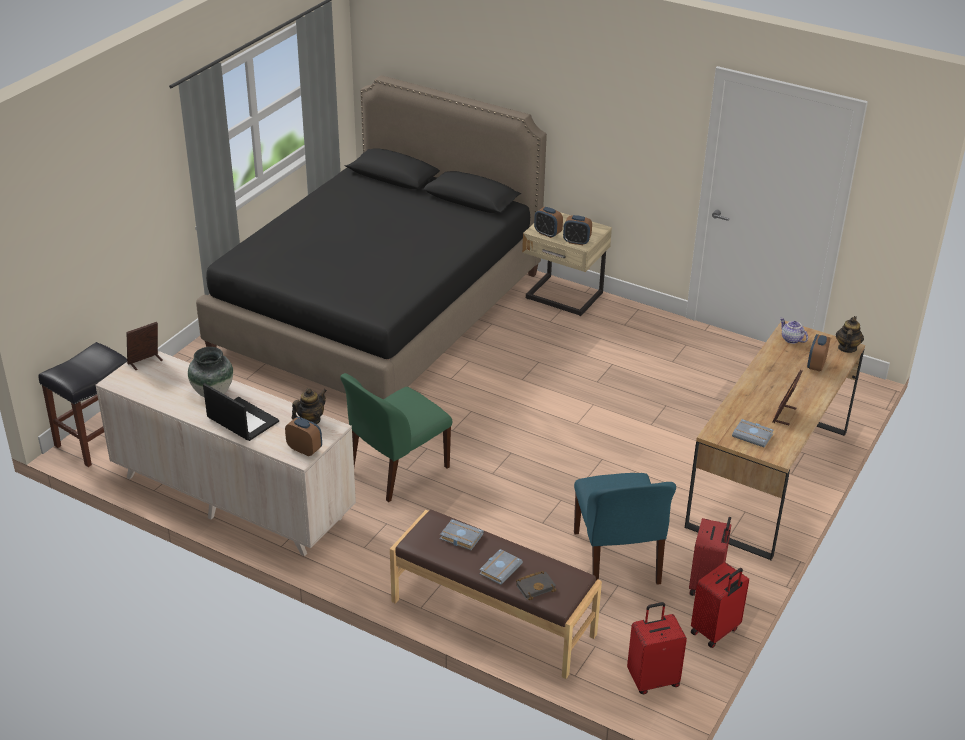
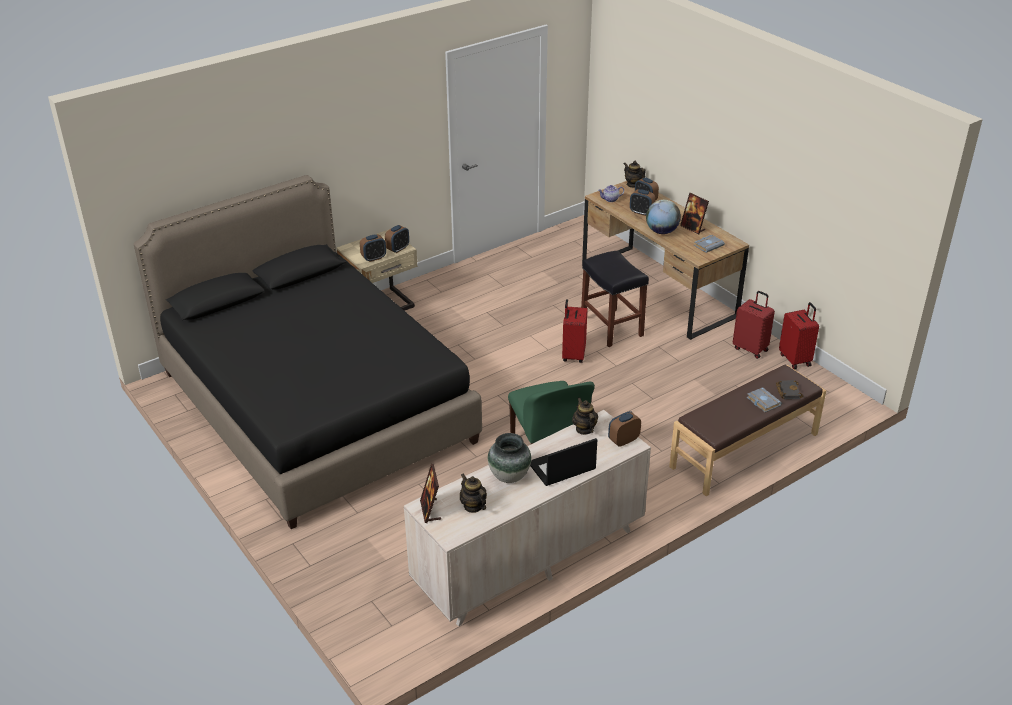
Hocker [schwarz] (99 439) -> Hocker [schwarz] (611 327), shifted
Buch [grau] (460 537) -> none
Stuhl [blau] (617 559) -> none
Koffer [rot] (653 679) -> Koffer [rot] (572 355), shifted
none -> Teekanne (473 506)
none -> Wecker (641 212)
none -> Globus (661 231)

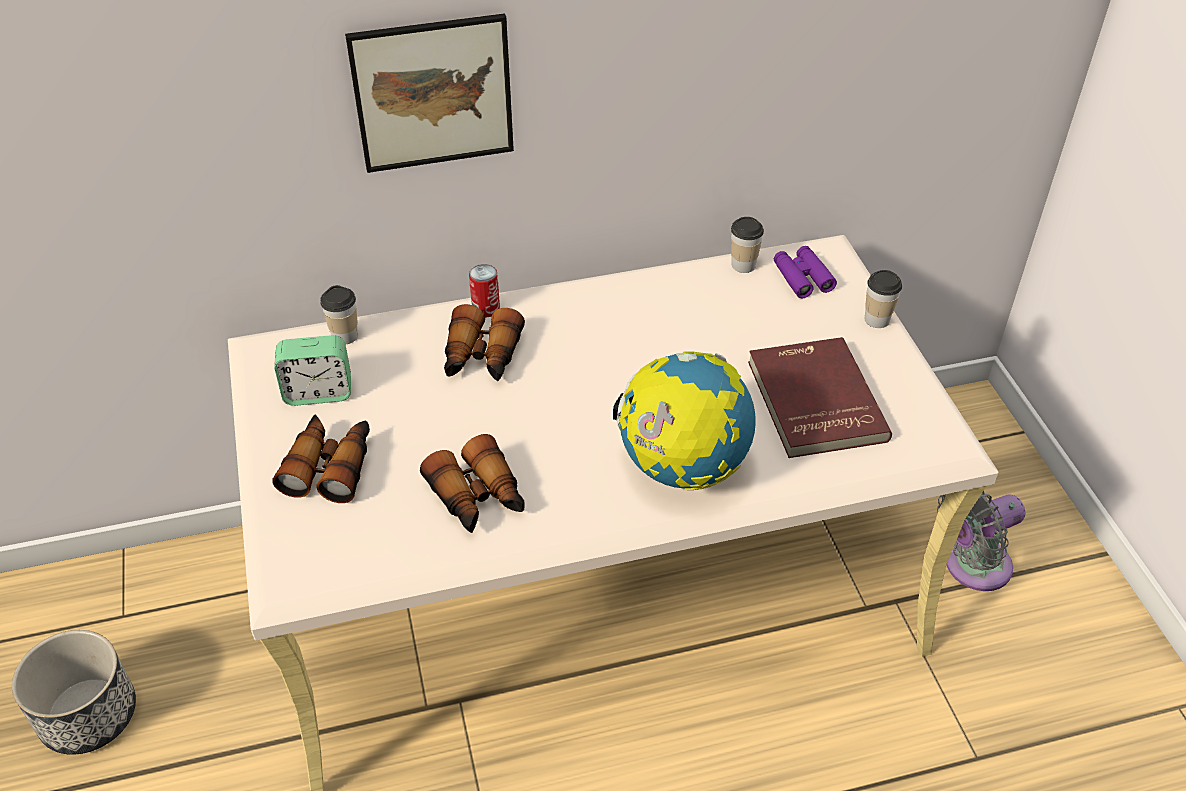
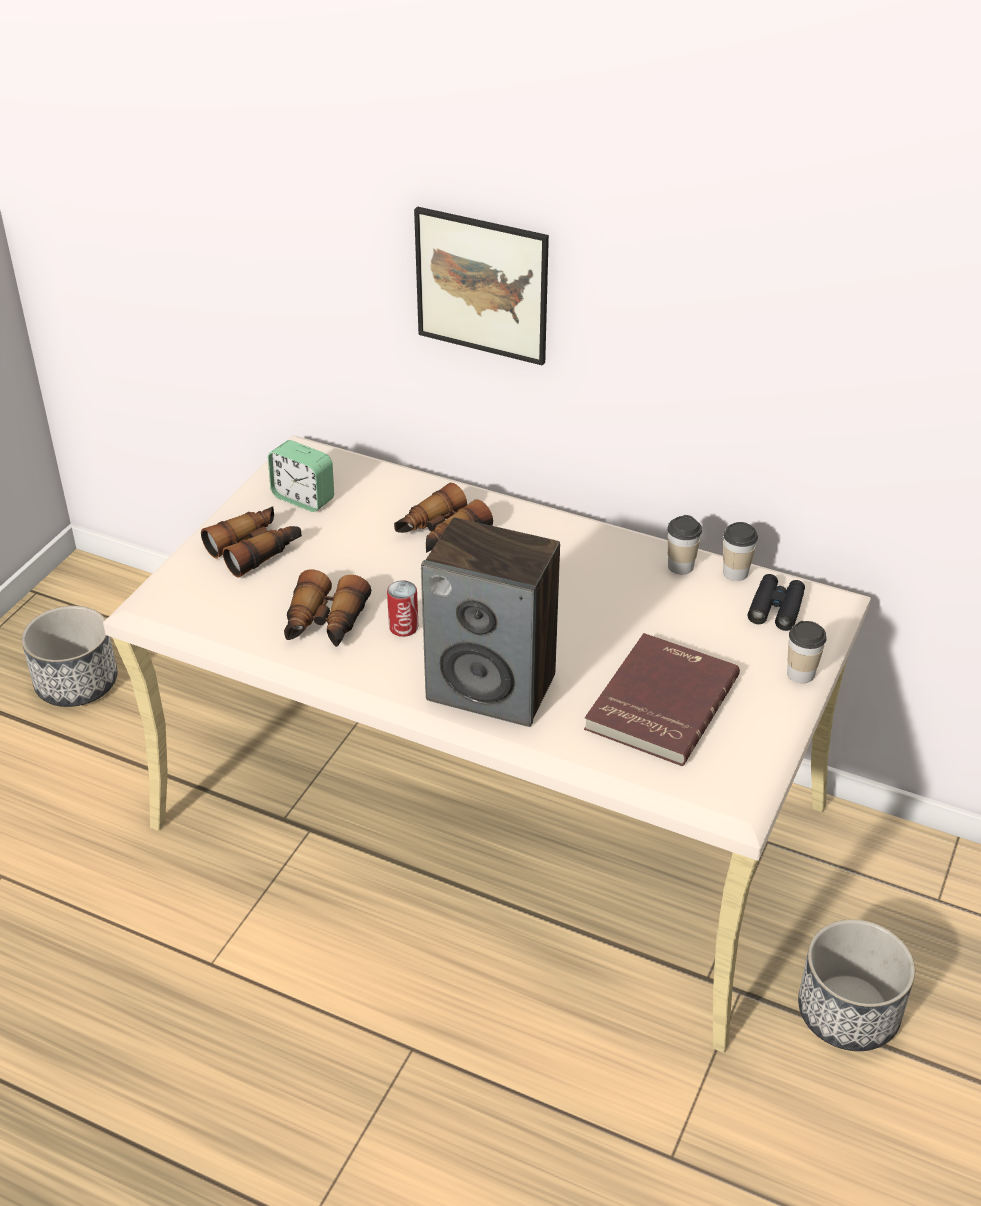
Tasse (344 336) -> Tasse (680 566), shifted
Dose (486 308) -> Dose (403 627), shifted
Globus (682 467) -> Lautsprecher (493 687)
Fernglas [lila] (802 277) -> Fernglas [schwarz] (776 608)
Ventilator [grau] (971 567) -> Pflanzkübel (849 1012)

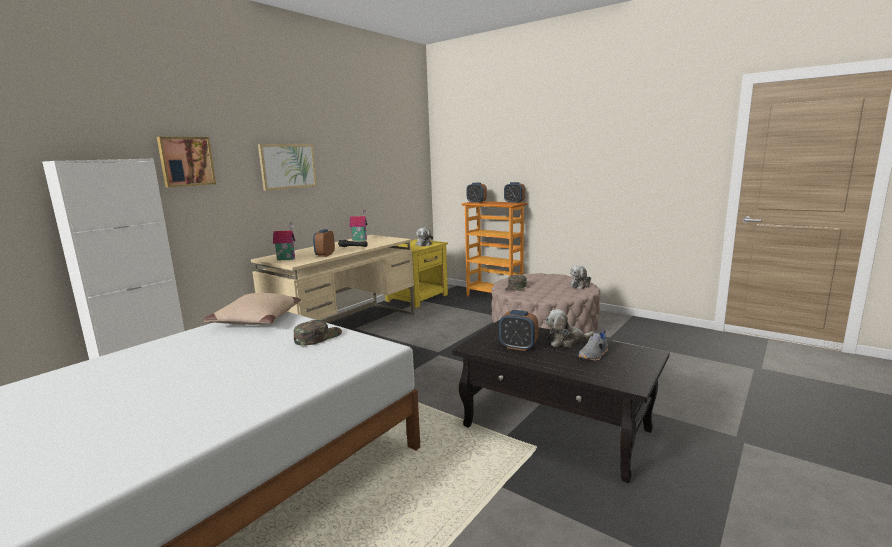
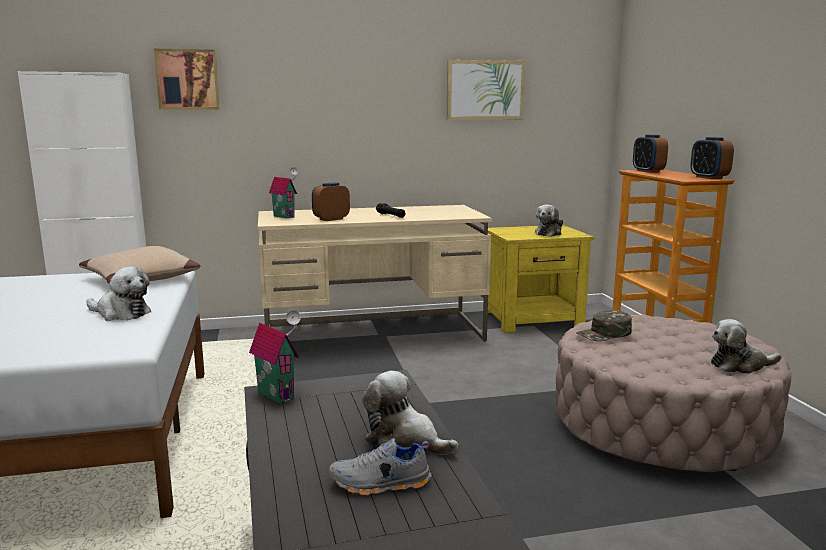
Bild (287 166) -> Bild (485 90), shifted
Kappe [grün] (318 337) -> Plüschtier (121 313)
Spielzeughaus (360 240) -> Spielzeughaus (278 394), shifted
Wecker (518 347) -> none

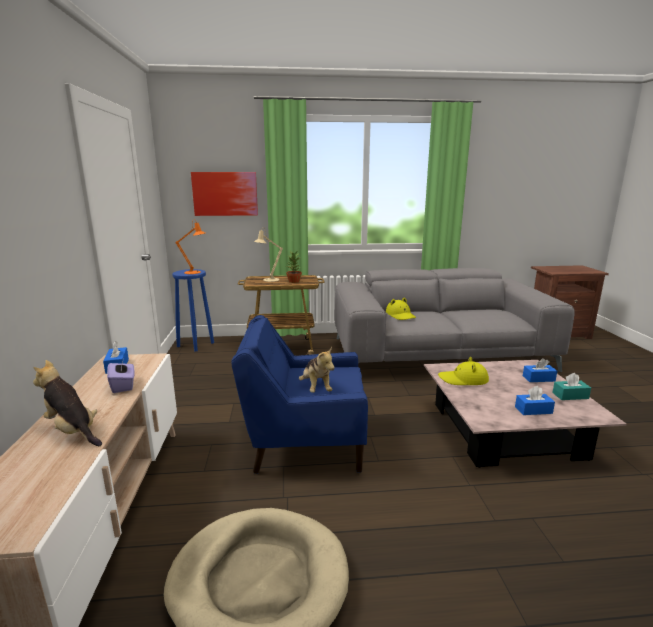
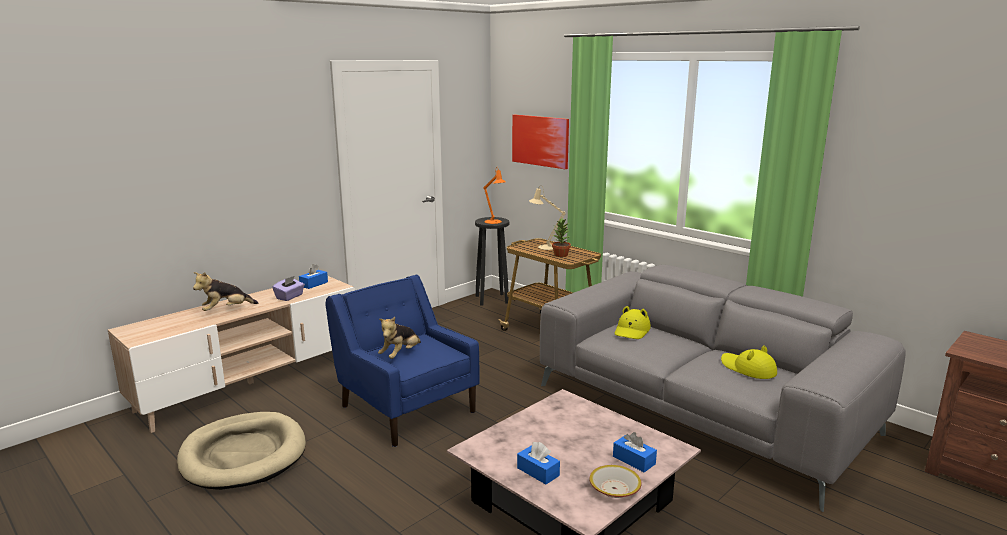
Plüschtier (73 430) -> Plüschtier (226 310), 120 degrees counterclockwise
Hocker [blau] (196 344) -> Hocker [schwarz] (492 299)
Hut [gelb] (463 379) -> Hut [gelb] (748 369), shifted
Taschentuchbox [türkis] (570 396) -> Schüssel (614 489)

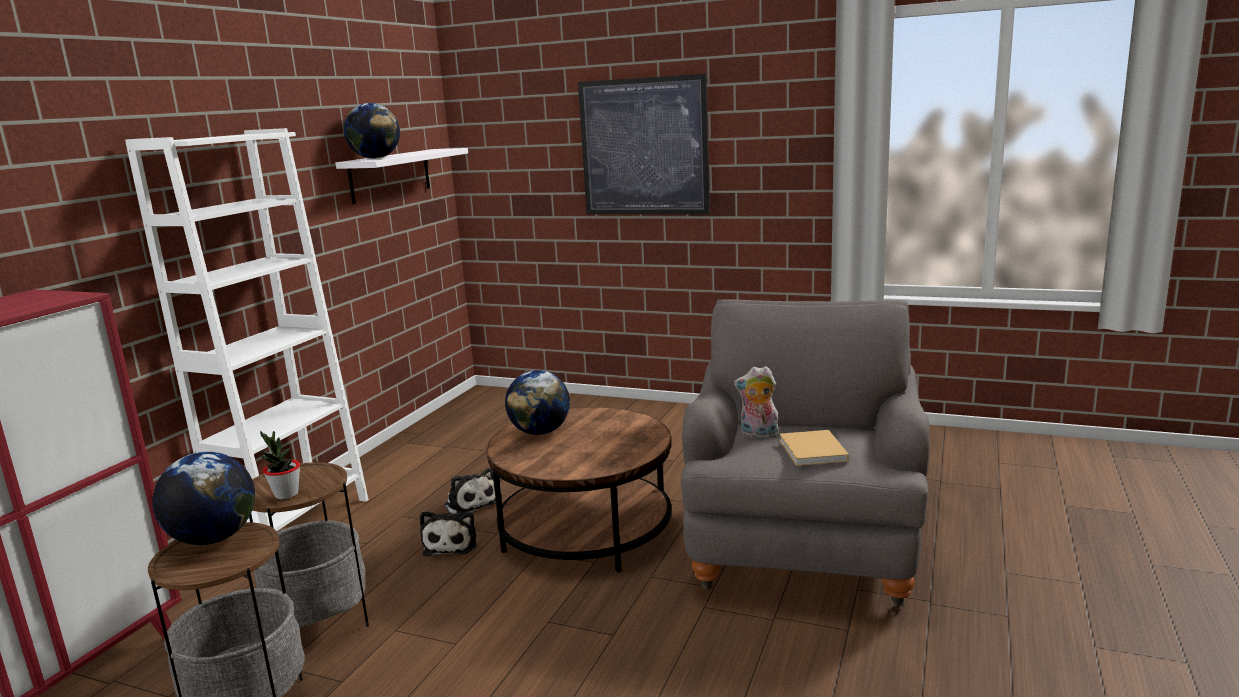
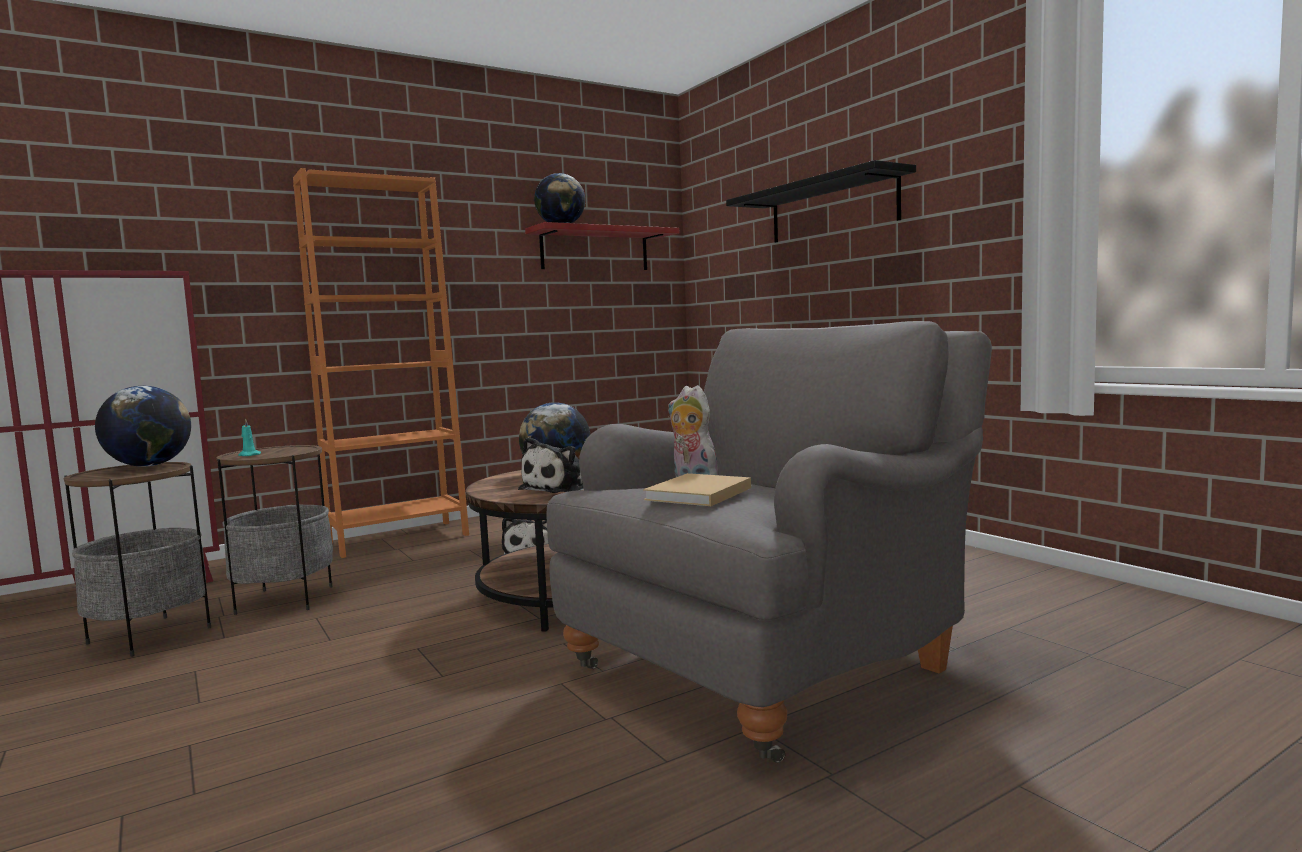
Bücherregal [weiß] (295 524) -> Bücherregal [orange] (398 538)
Topfpflanze (286 494) -> Kerze [türkis] (248 455)
Wandregal [weiß] (390 175) -> Wandregal [rot] (595 250)
Plüschtier (452 544) -> Plüschtier (559 488), shifted
Bild (644 147) -> Wandregal [schwarz] (832 209)

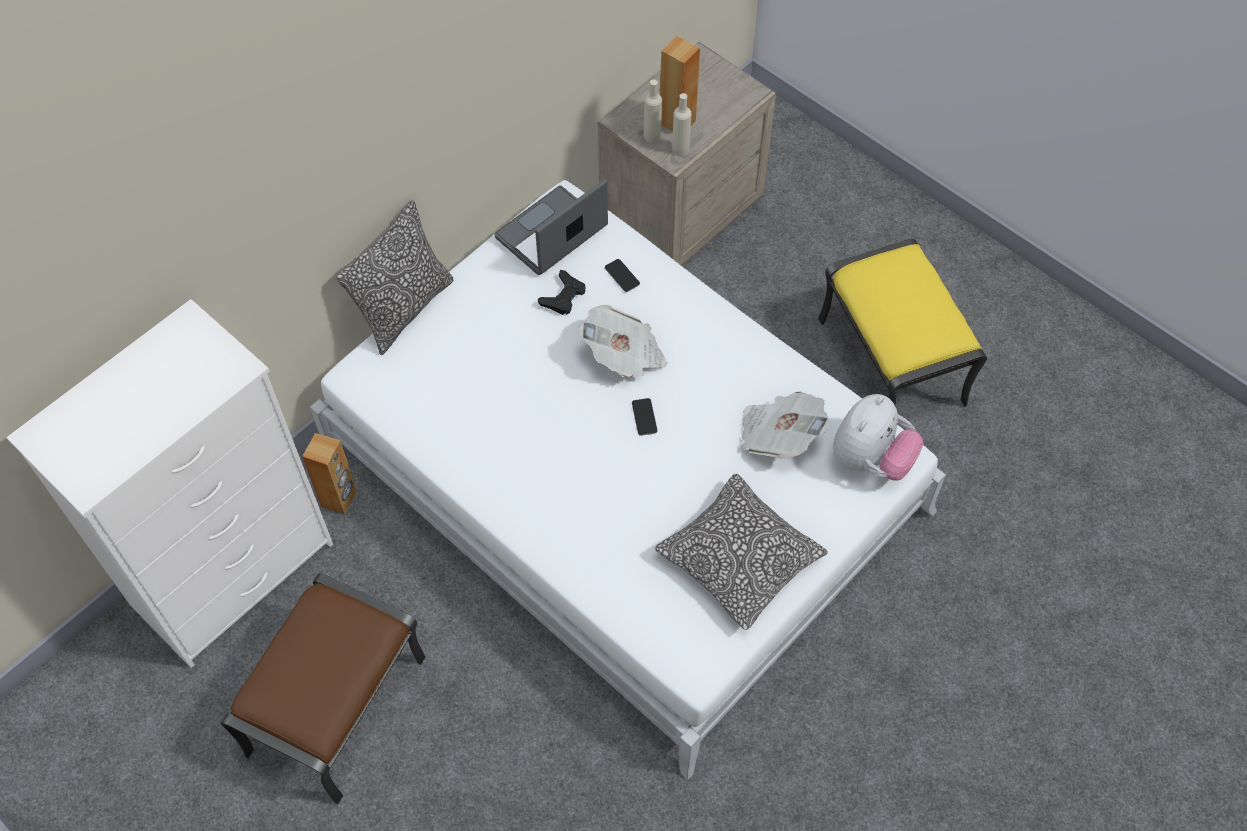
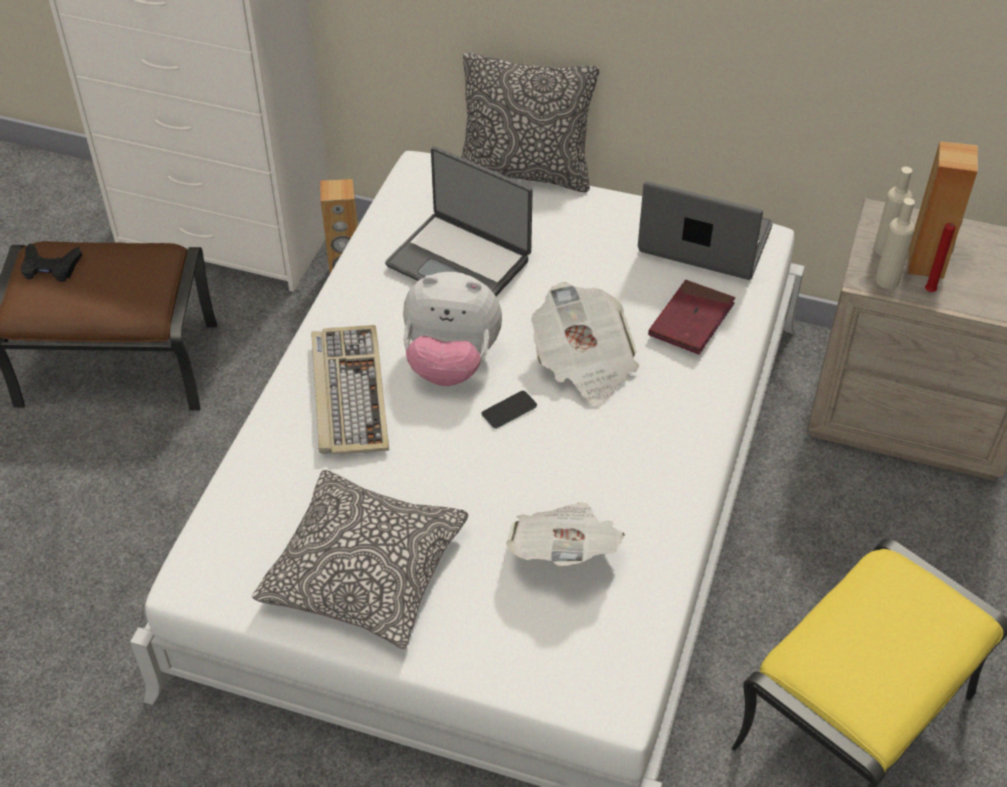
Gamepad [schwarz] (563 296) -> Gamepad [schwarz] (50 267), shifted
Handy (622 276) -> Buch [rot] (691 320)
Plüschtier (870 459) -> Plüschtier (451 363), shifted
none -> Tastatur (348 392)
none -> Laptop (460 261)
none -> Kerze [rot] (929 293)

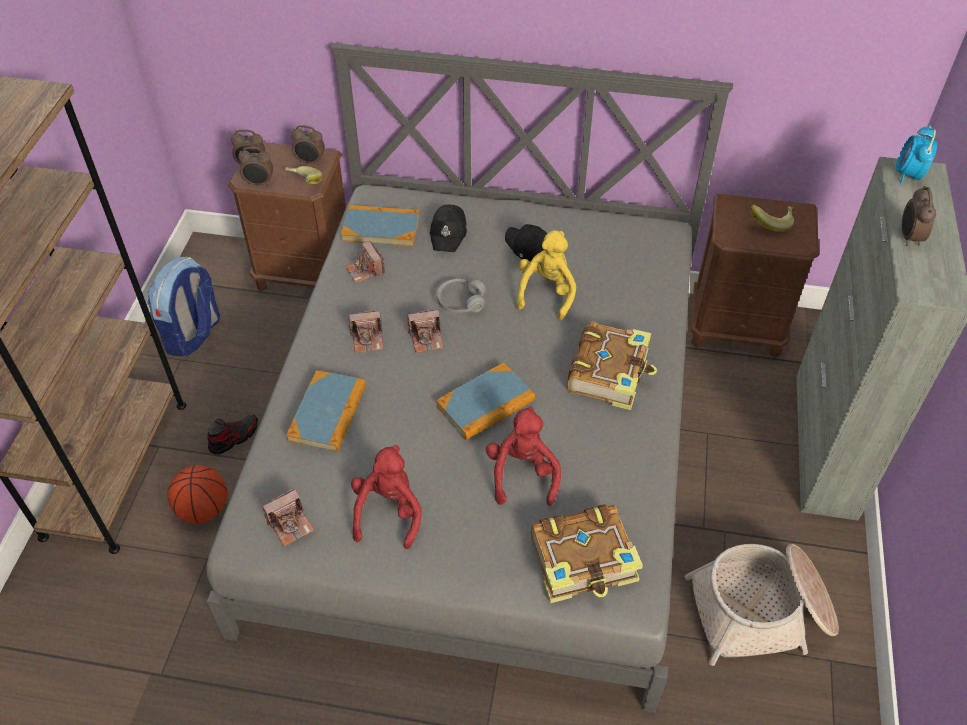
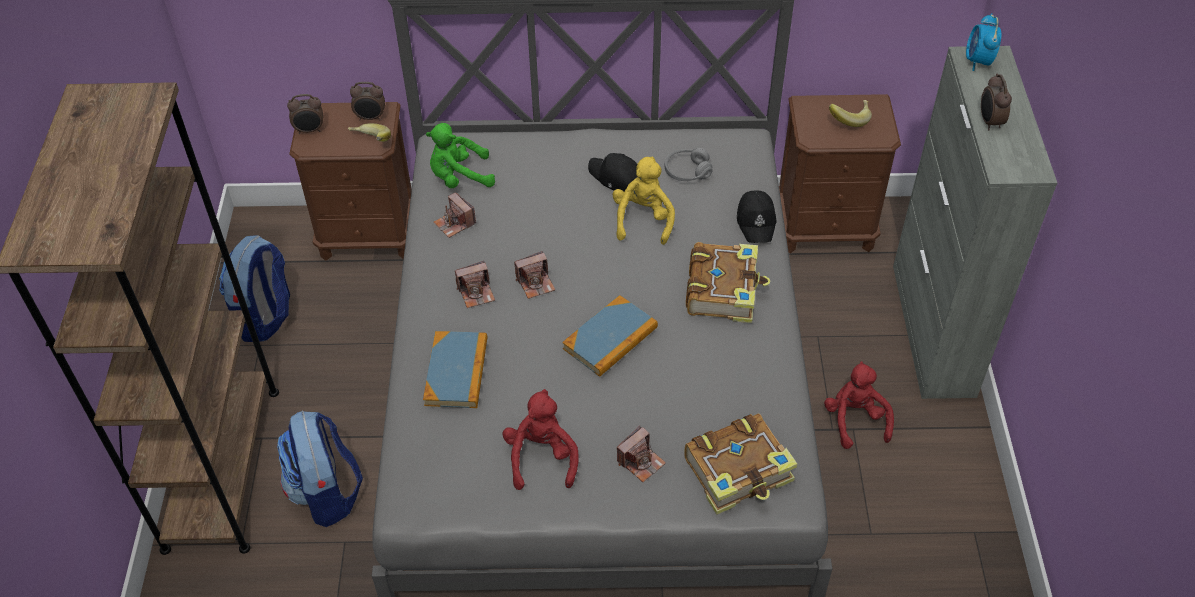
Basketball (203 509) -> Rucksack (327 493)
Schuh (234 437) -> none
Wecker (259 183) -> none
Kamera (290 524) -> Kamera (641 461), shifted
Buch (381 228) -> Plüschtier [grün] (459 177)
Kappe [schwarz] (449 233) -> Kappe [schwarz] (756 221), shifted
Kopfhörer [grau] (461 302) -> Kopfhörer [grau] (687 171), shifted
Plüschtier [rot] (522 474) -> Plüschtier [rot] (855 420), shifted
Korb (761 612) -> none

